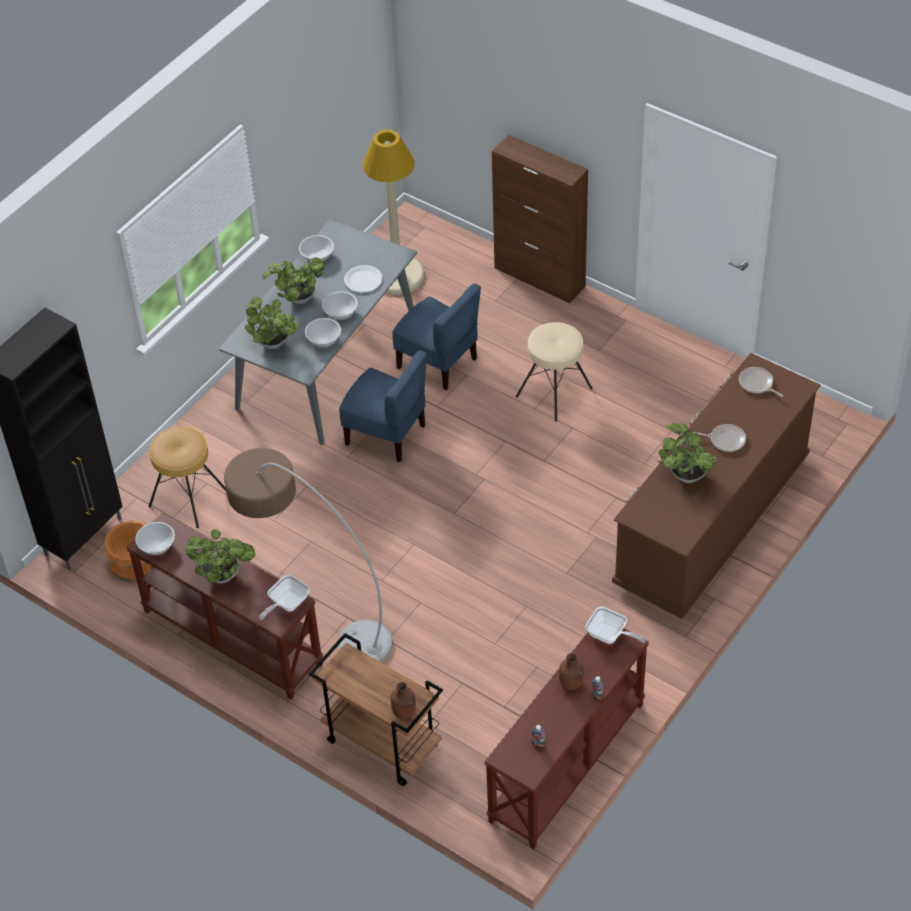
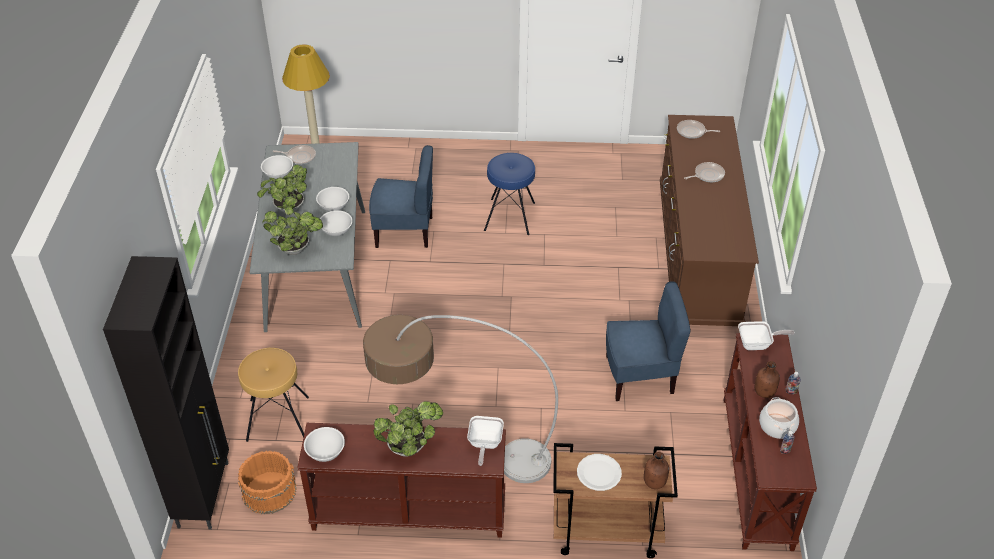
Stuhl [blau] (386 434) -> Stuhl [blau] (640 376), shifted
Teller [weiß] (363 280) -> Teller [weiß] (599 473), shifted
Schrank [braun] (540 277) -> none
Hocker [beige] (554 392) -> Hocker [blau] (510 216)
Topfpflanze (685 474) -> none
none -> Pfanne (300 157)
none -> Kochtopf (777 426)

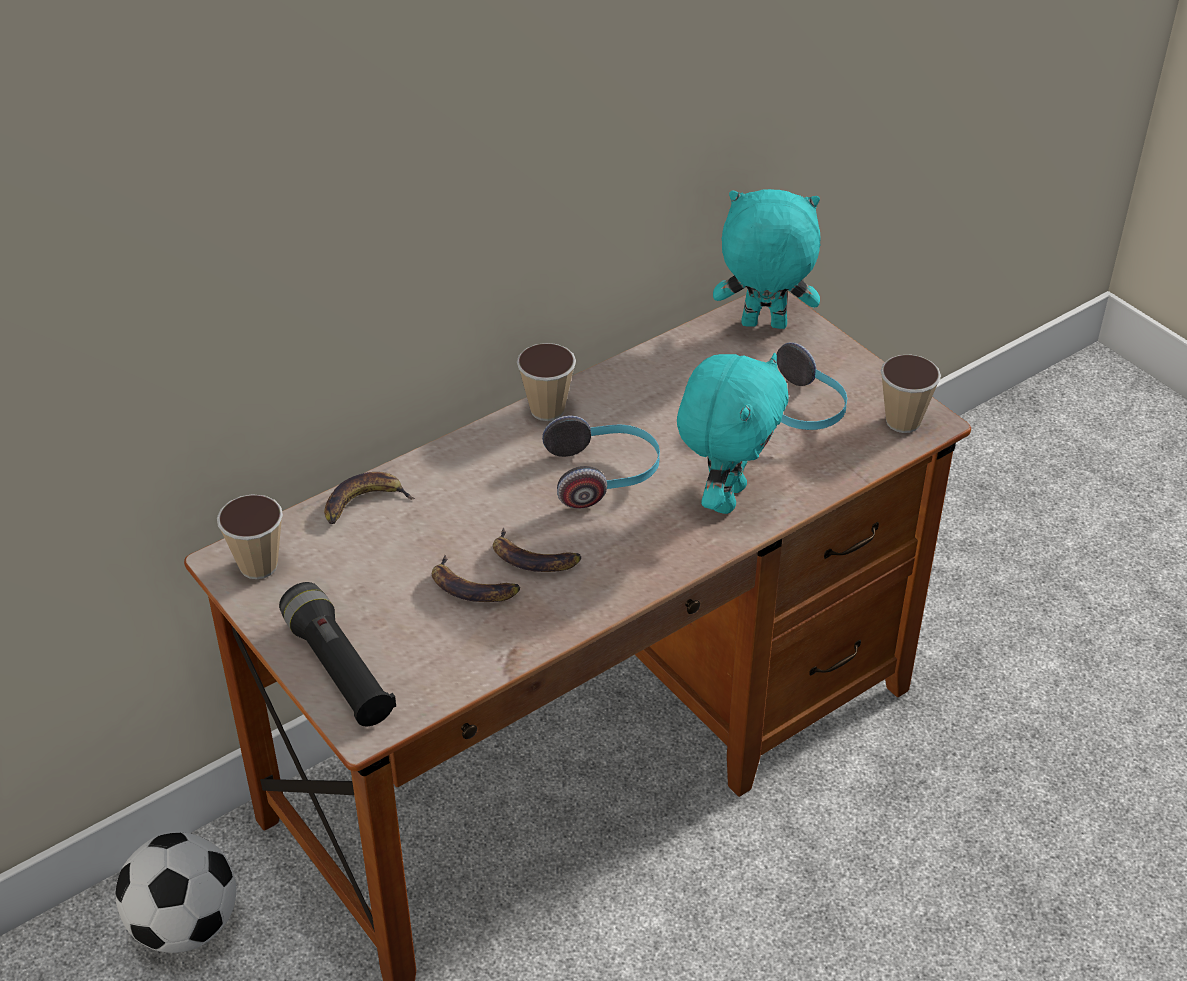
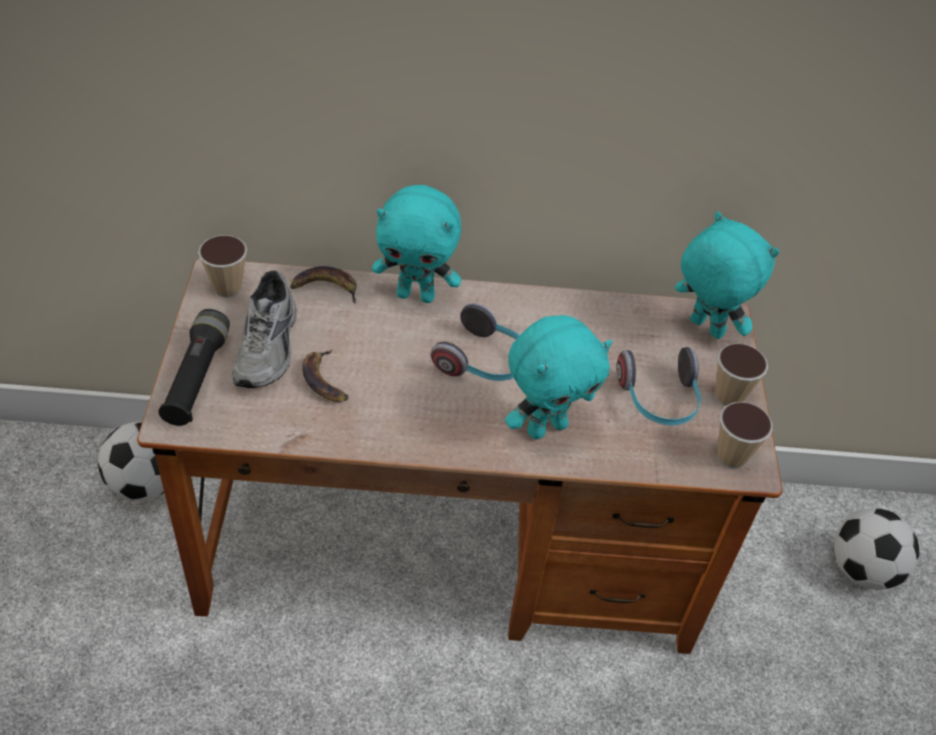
Banane (534 558) -> none
Tasse (547 410) -> Tasse (729 396), shifted
none -> Schuh [grau] (270 347)
none -> Plüschtier [türkis] (416 295)
none -> Fußball (862 569)

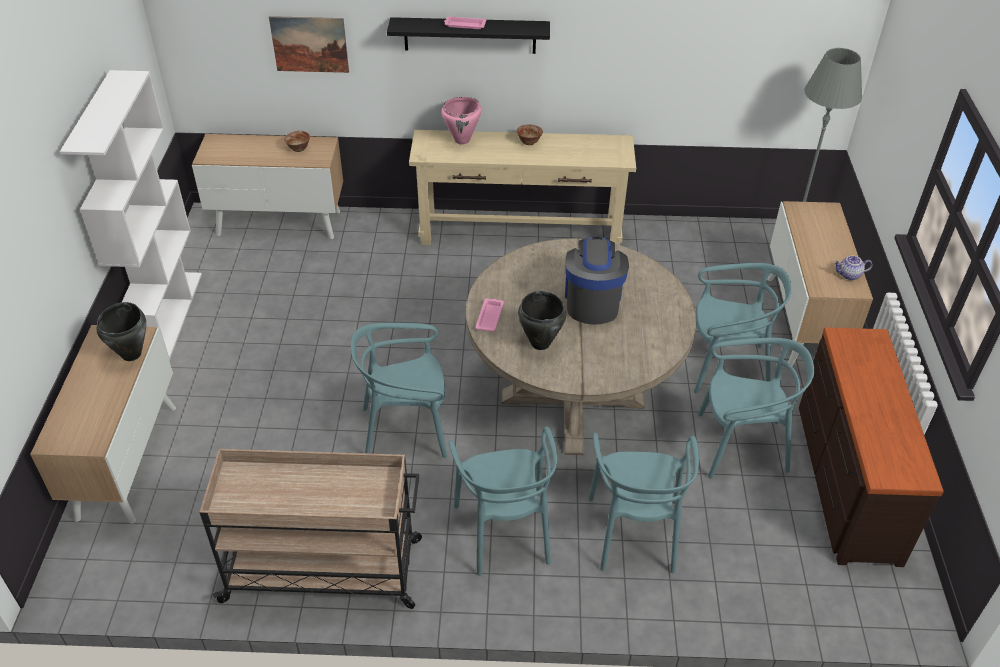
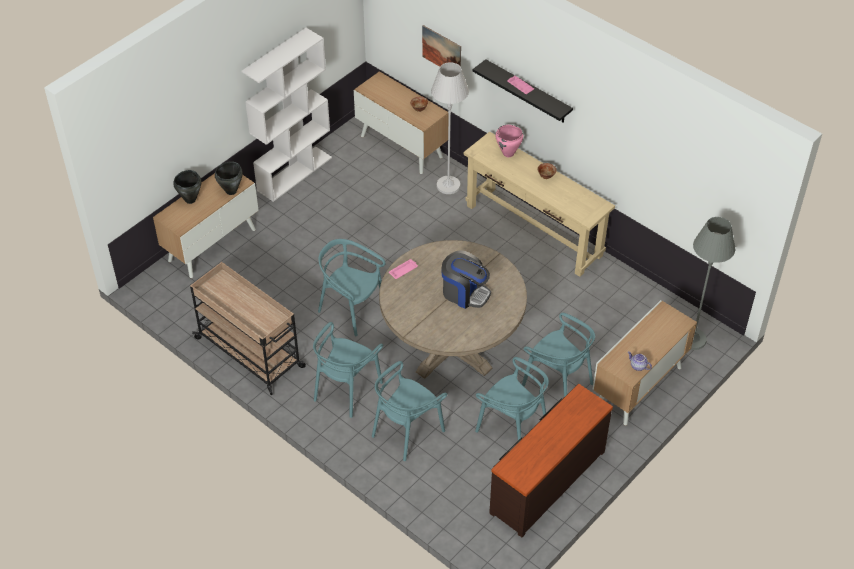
Kochtopf [schwarz] (540 343) -> Kochtopf [schwarz] (190 199), shifted
Kaffeemaschine (592 301) -> Kaffeemaschine (464 293), 75 degrees clockwise
none -> Stehlampe [weiß] (448 185)

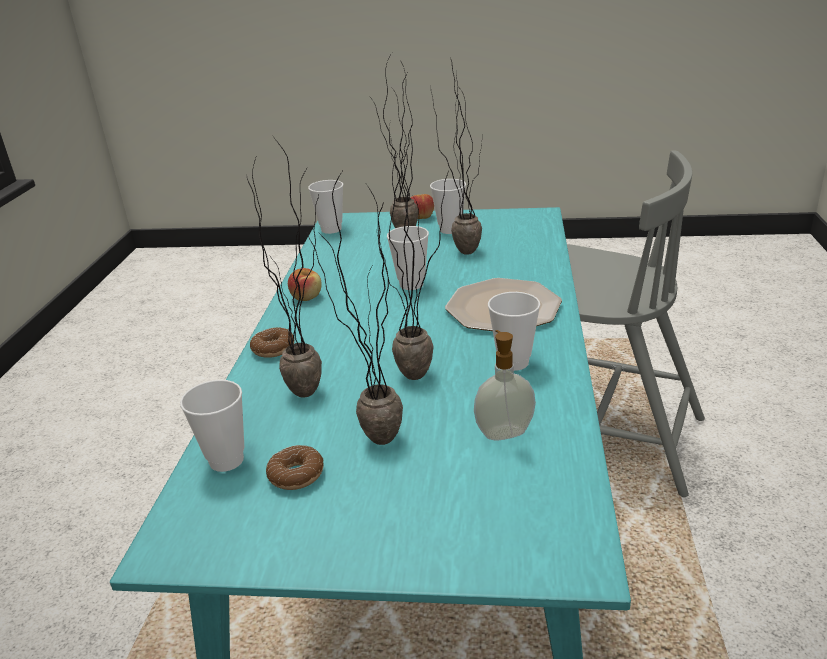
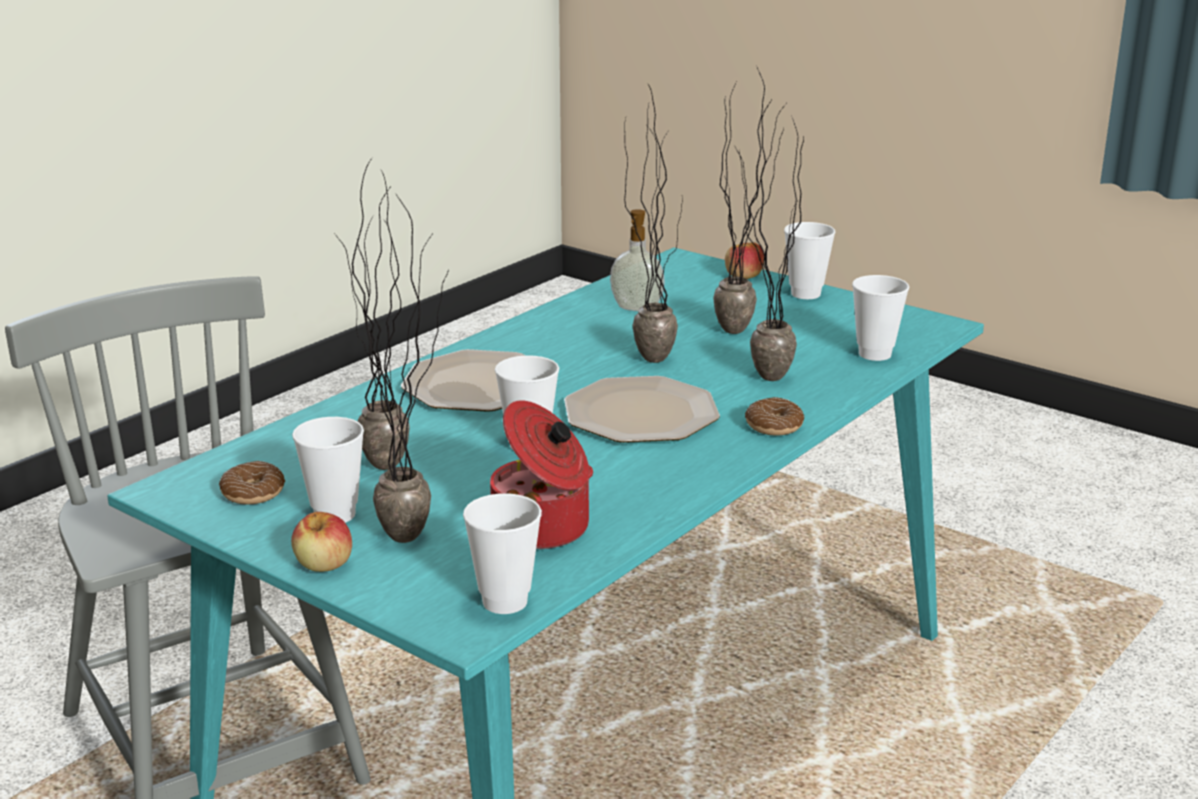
Donut (296 475) -> Donut (253 493), shifted
Apfel (306 297) -> Apfel (743 276), shifted
Tasse (514 362) -> Tasse (805 294), shifted
none -> Kochtopf (543 529)
none -> Teller (642 413)

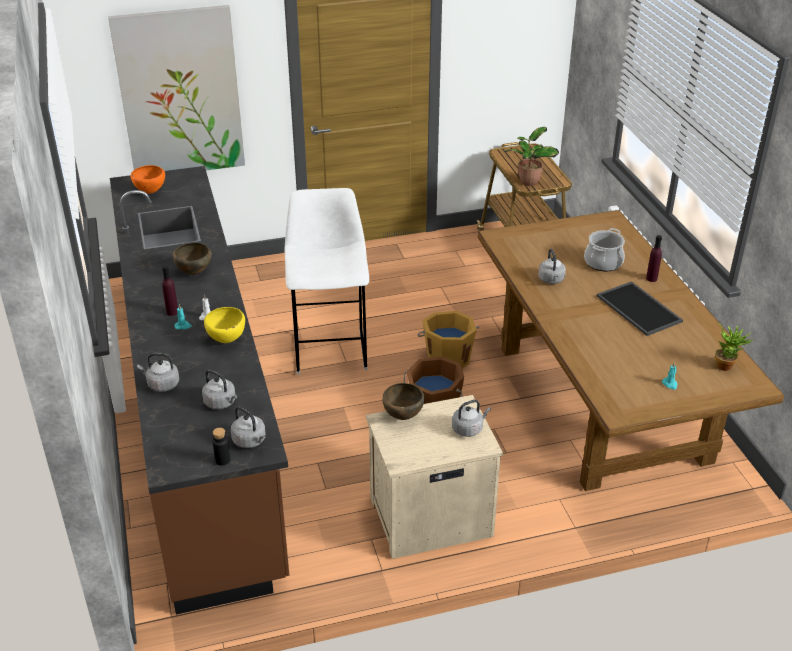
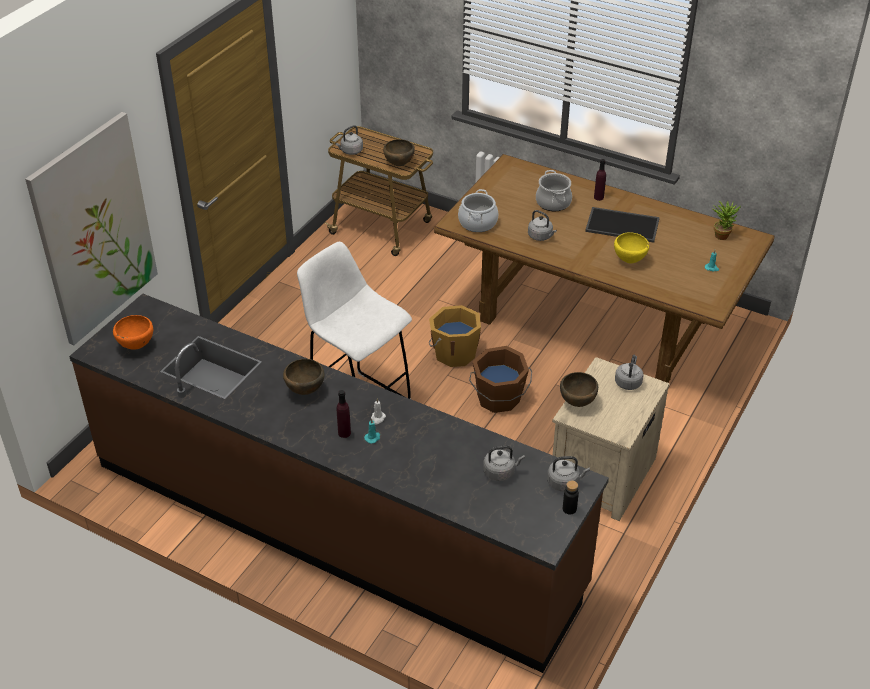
Wasserkessel [grau] (161 384) -> Wasserkessel [grau] (350 151), shifted
Schüssel [gelb] (227 340) -> Schüssel [gelb] (630 261), shifted
Topfpflanze (528 182) -> Schüssel [braun] (399 164)
none -> Kochtopf (478 223)

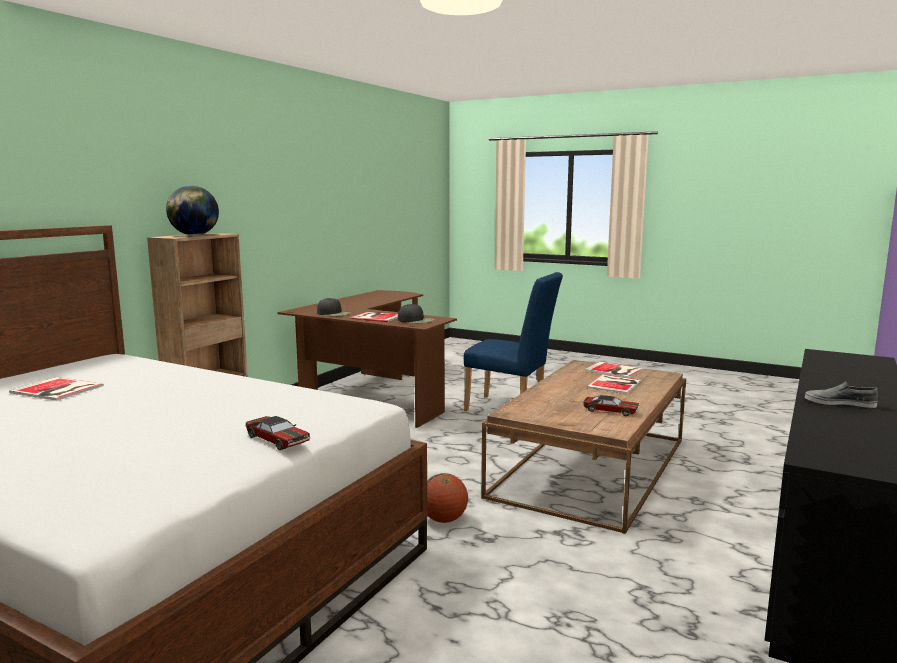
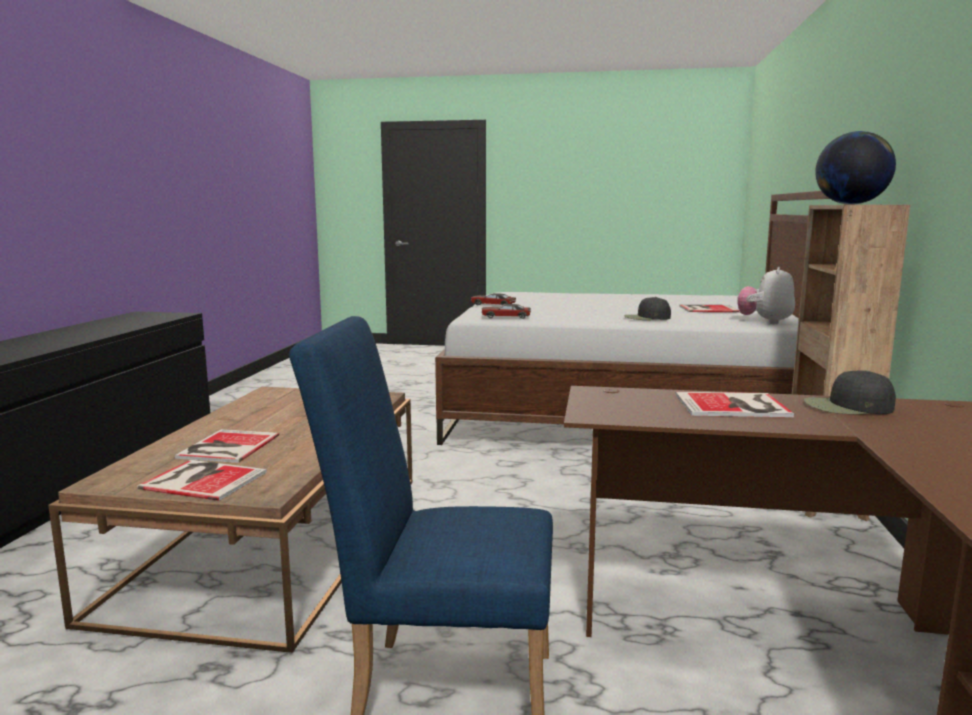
Kappe [schwarz] (416 320) -> Kappe [schwarz] (646 318), shifted
Basketball (444 519) -> none
Spielzeugauto (610 411) -> Spielzeugauto (506 317), shifted
Schuh [grau] (839 403) -> none
none -> Plüschtier (765 322)

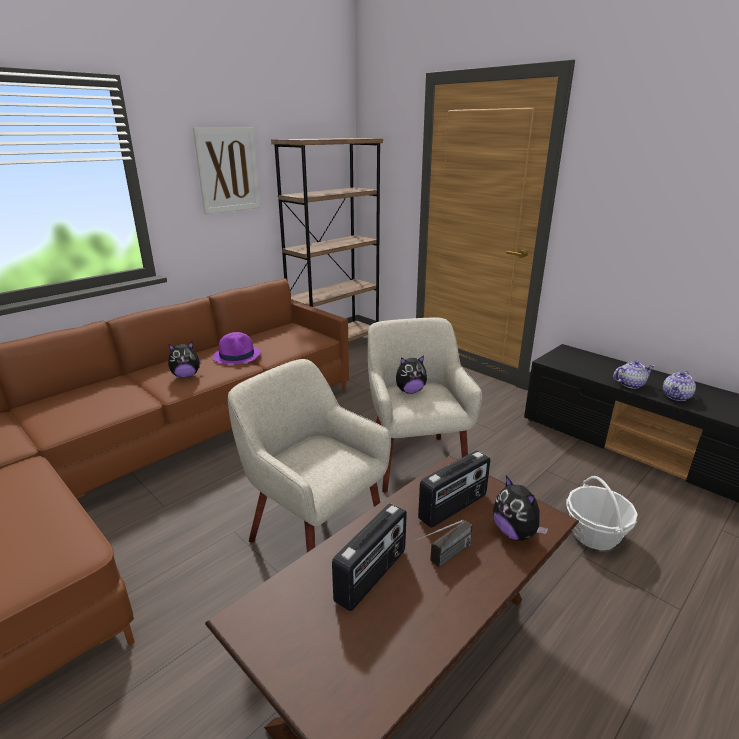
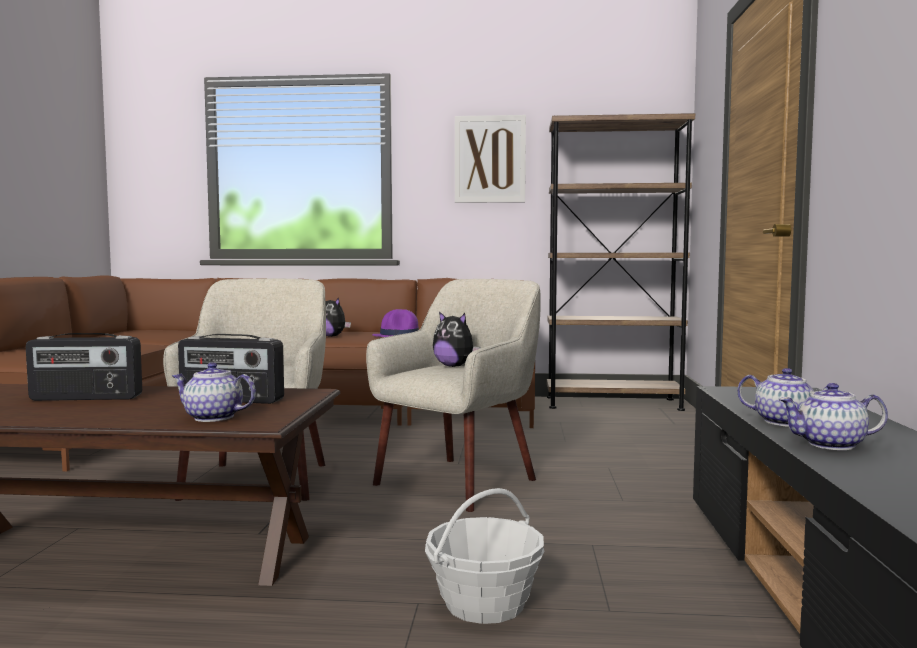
Radio (443 559) -> none
Plüschtier (515 532) -> Teekanne (212 417)

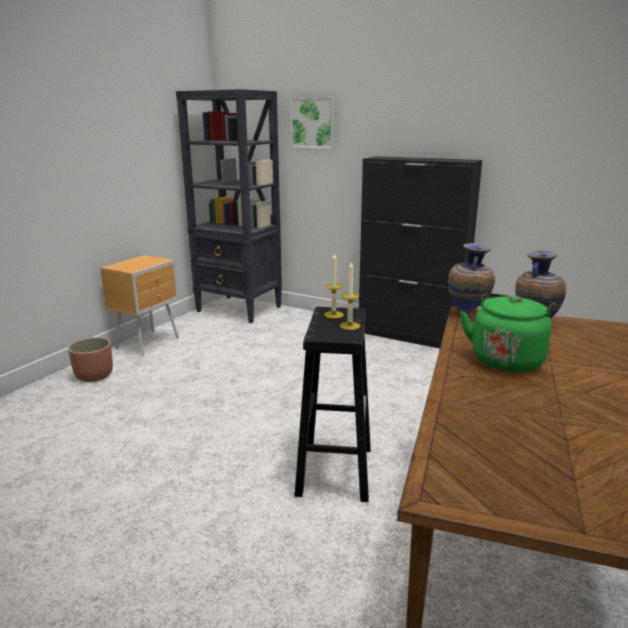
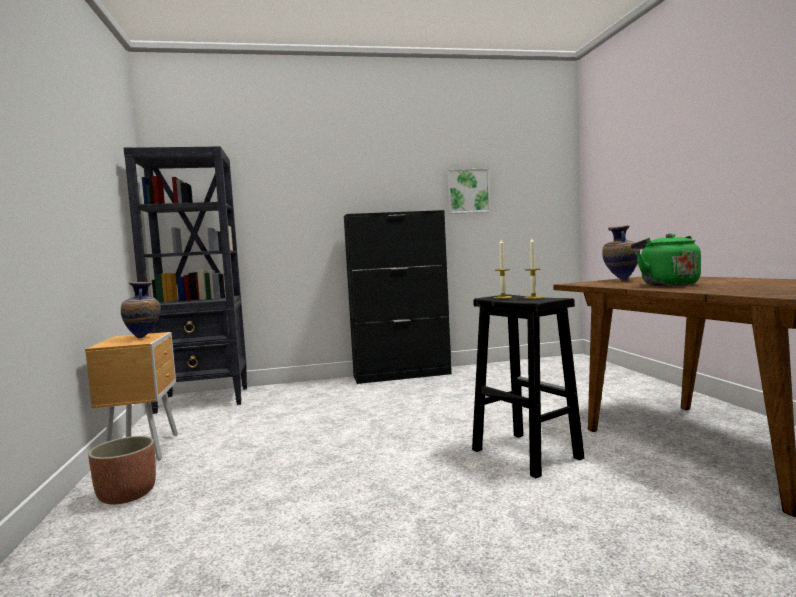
Bild (313 123) -> Bild (467 191), shifted
Vase (468 313) -> Vase (144 338), shifted

